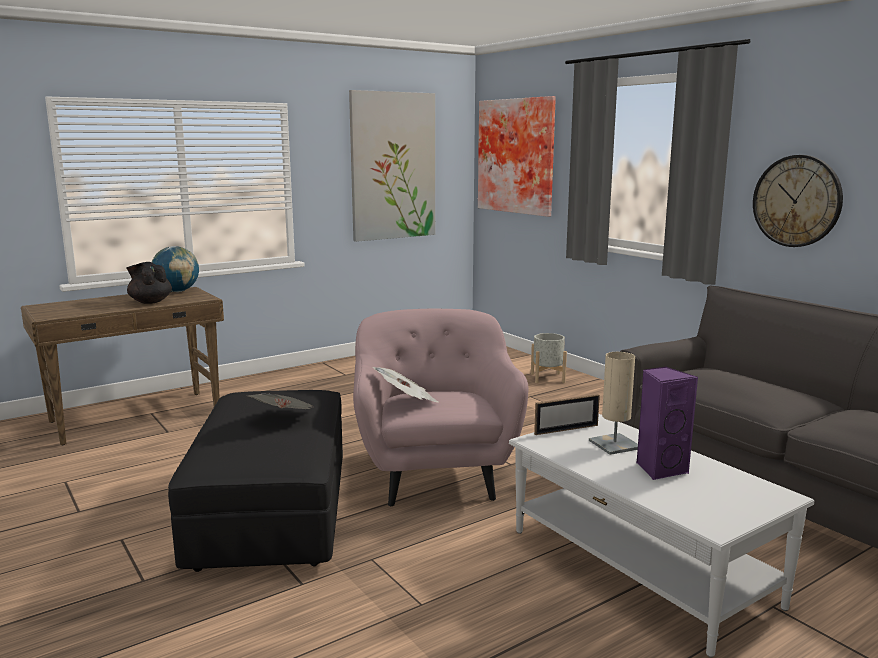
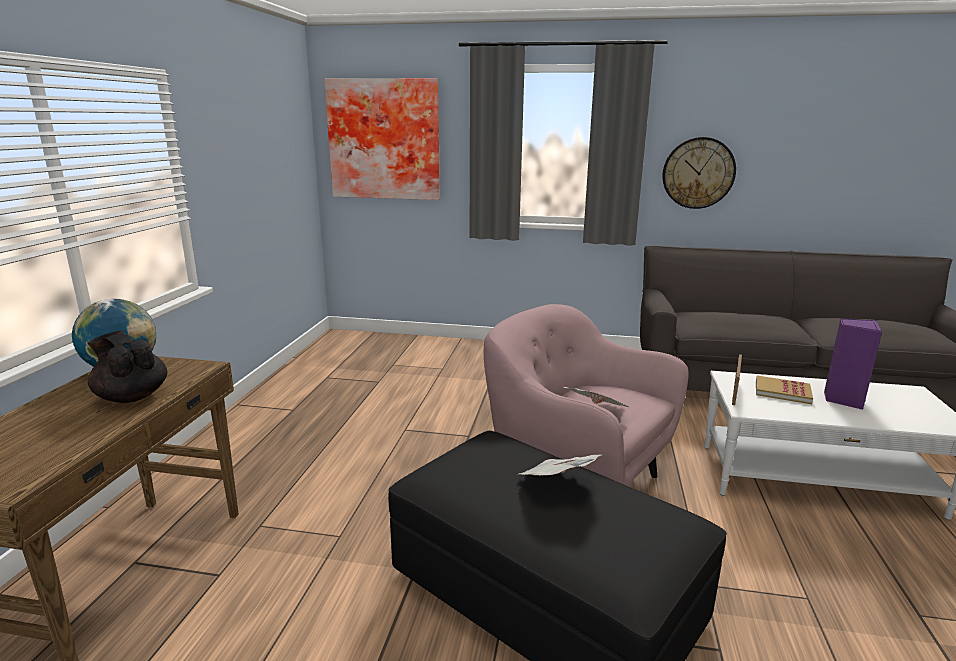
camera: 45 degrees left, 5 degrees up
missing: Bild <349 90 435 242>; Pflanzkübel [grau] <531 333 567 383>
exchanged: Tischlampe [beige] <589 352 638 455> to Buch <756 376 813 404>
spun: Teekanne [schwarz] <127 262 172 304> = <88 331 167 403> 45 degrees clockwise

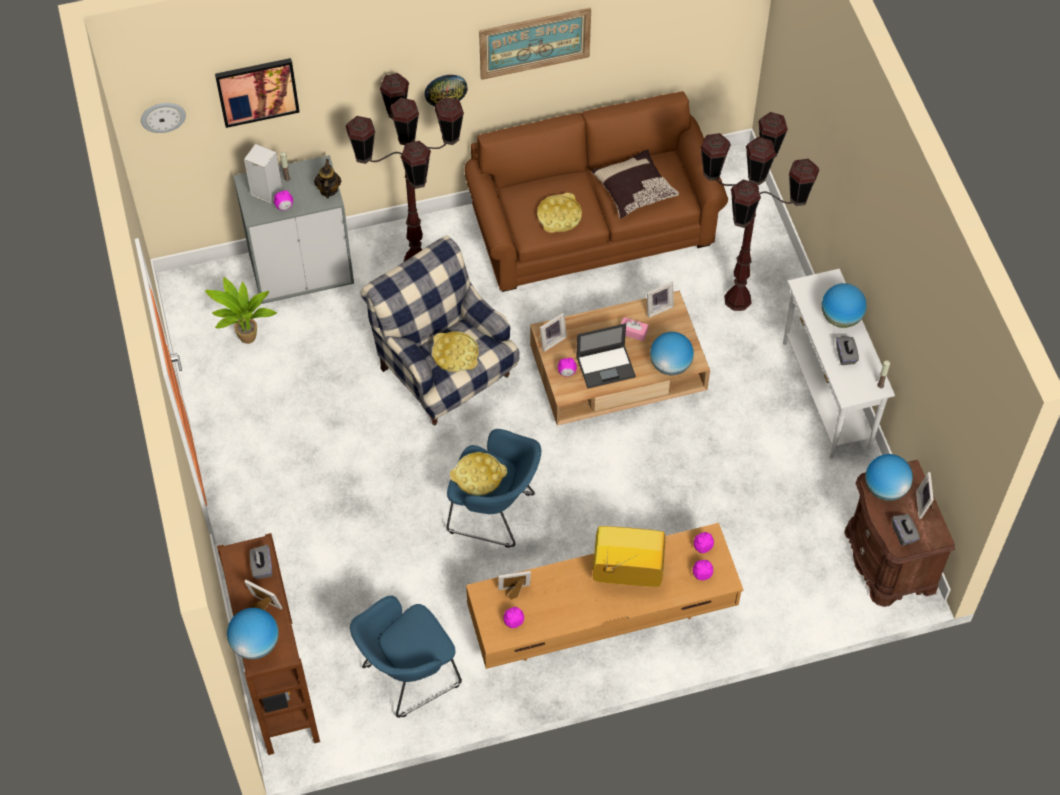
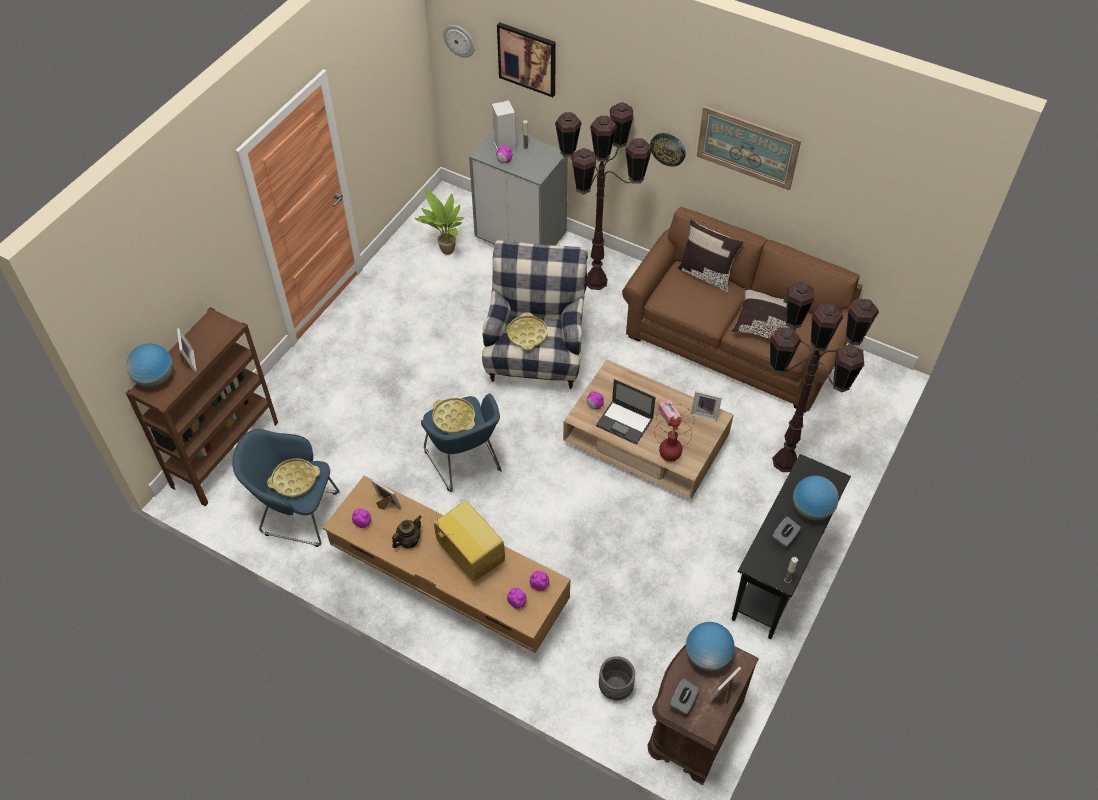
camera: 45 degrees right, 5 degrees down
missing: Taschentuchbox [grau] <249 545 272 579>; Bilderrahmen <540 313 567 352>
appeared: Pflanzkübel [grau] <599 656 635 701>; Kissen <678 220 743 293>
relocated: Tablett [gelb] <537 193 582 233> to <267 458 320 497>; Teekanne <314 159 341 198> to <392 515 422 548>
exchanged: Globus <650 332 694 375> to Tischlampe [rot] <655 404 694 463>
colour: Konsolentisch [weiß] <783 269 895 459> to Konsolentisch [schwarz] <732 454 851 639>

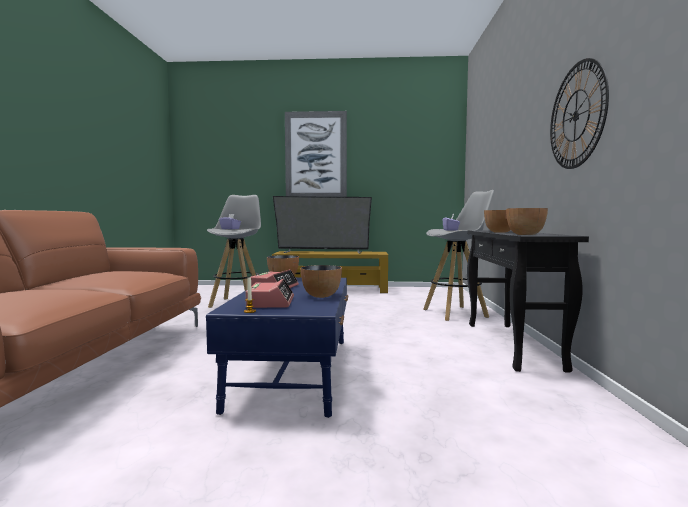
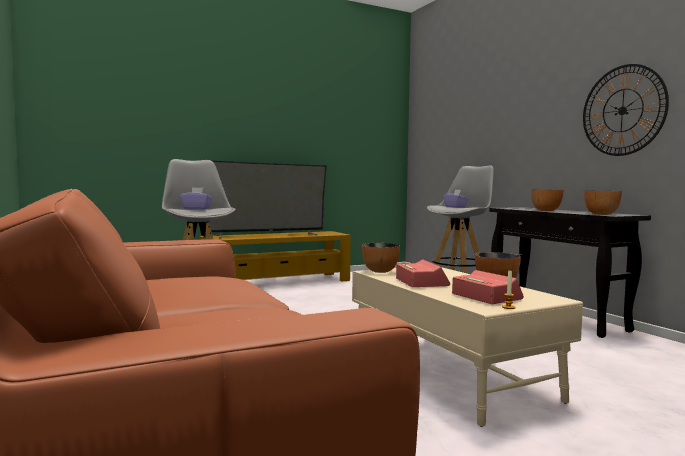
camera: 30 degrees left, 0 degrees up
missing: Bild <285 111 347 197>
colour: Couchtisch [blau] <206 277 348 418> to Couchtisch [beige] <352 267 583 427>

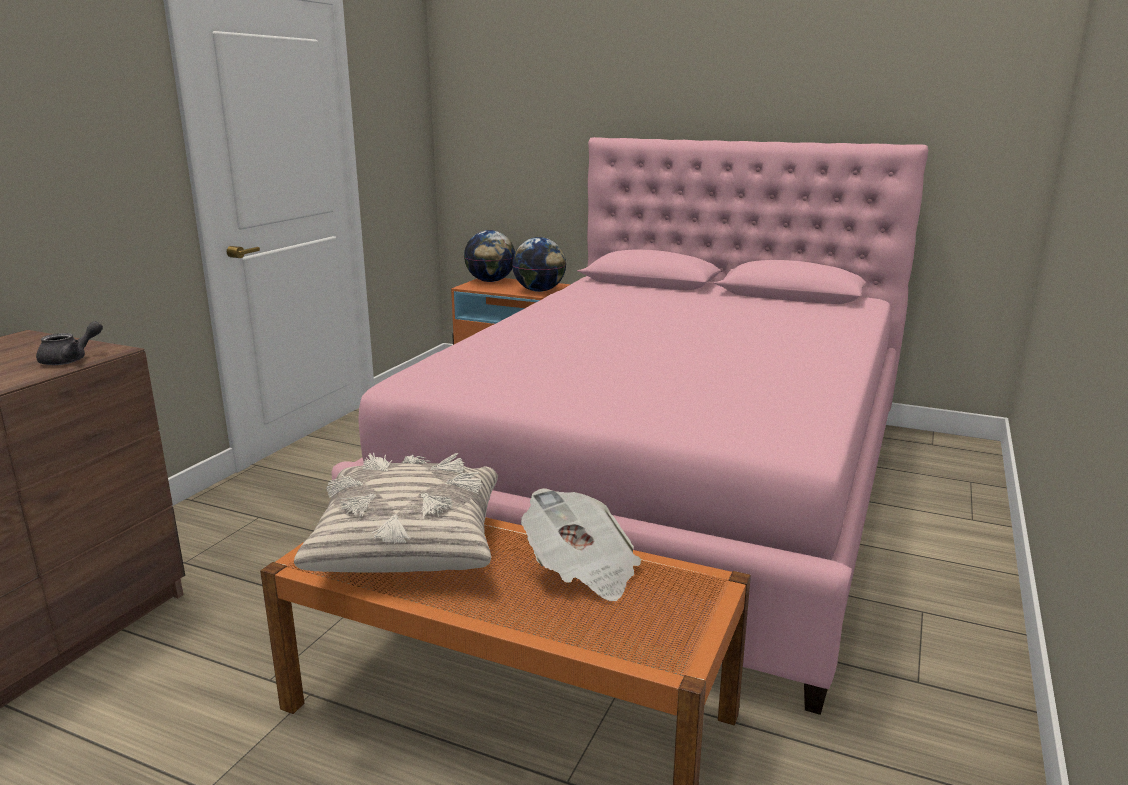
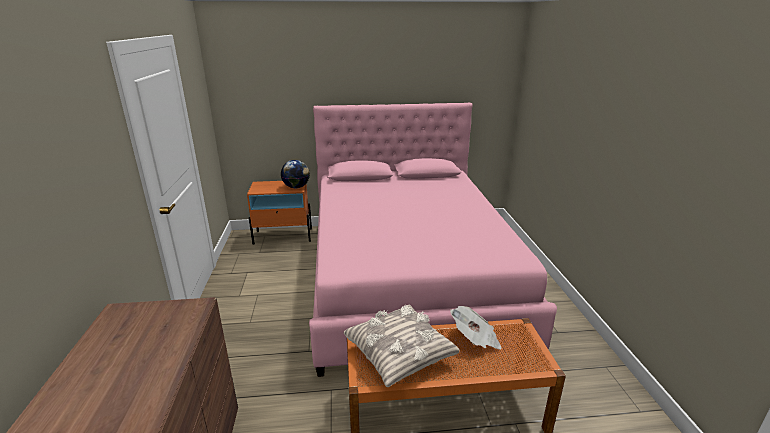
camera: 30 degrees left, 5 degrees up
missing: Teekanne [grau] <36 321 103 365>; Globus <464 230 515 282>

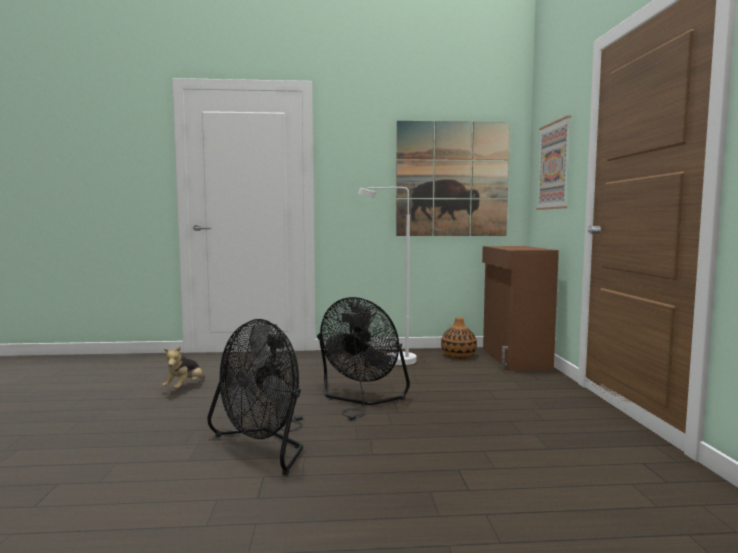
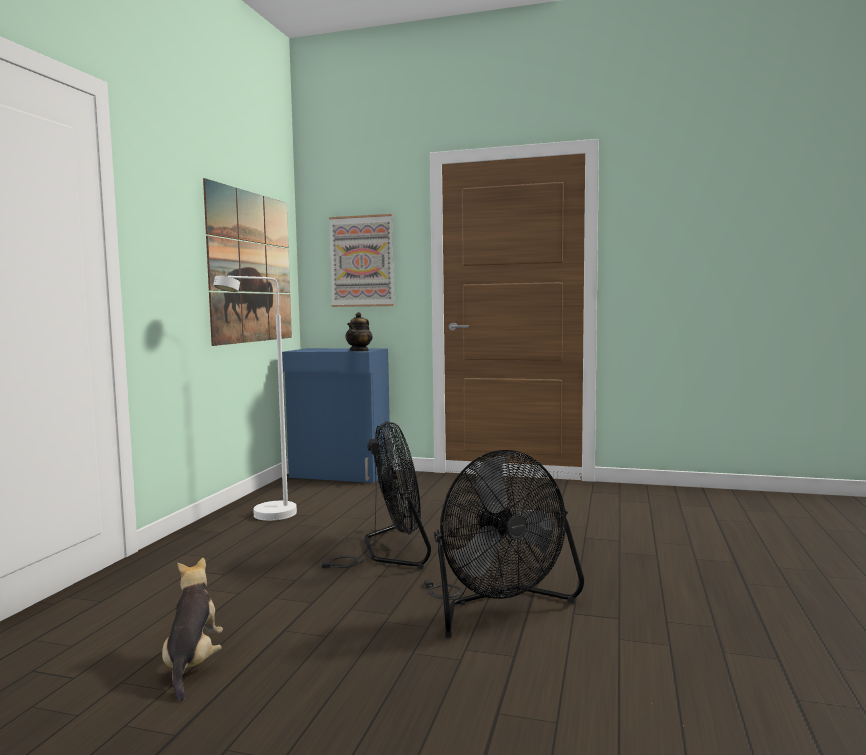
camera: 70 degrees left, 0 degrees up
missing: Vase <441 317 477 358>
appeared: Teekanne <345 312 373 352>
colour: Schrank [braun] <482 246 559 371> to Schrank [blau] <282 348 390 483>
spun: Plüschtier <162 346 205 389> = <162 558 223 701> 135 degrees counterclockwise; Ventilator [schwarz] <317 297 410 421> = <319 421 431 569> 120 degrees clockwise

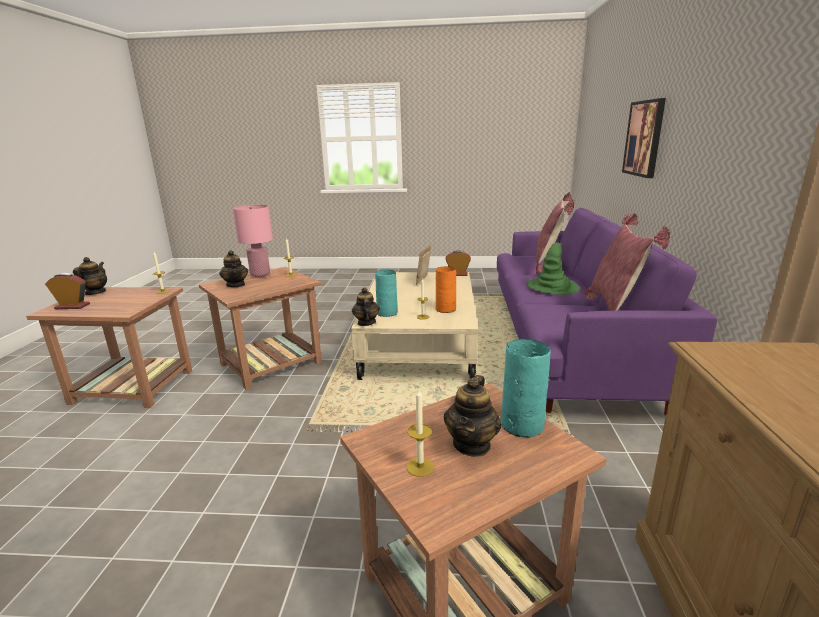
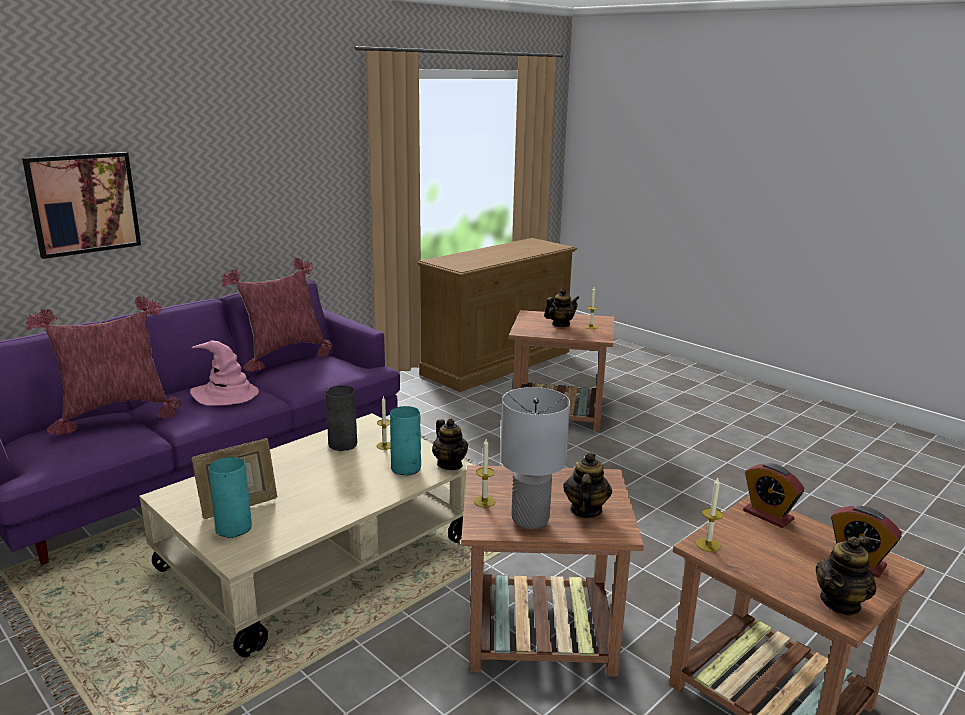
camera: 140 degrees left, 0 degrees up
relocated: Vase [türkis] <501 339 551 438> to <209 457 252 538>; Wecker <446 250 471 276> to <743 463 805 528>
colour: Hut [grün] <527 242 580 295> to Hut [rosa] <190 340 259 406>; Vase [orange] <435 267 456 313> to Vase [grau] <326 386 357 451>; Tischlampe [rosa] <233 205 273 277> to Tischlampe [grau] <500 387 570 529>
spun: Teekanne <352 287 380 326> = <432 419 468 470> 60 degrees counterclockwise

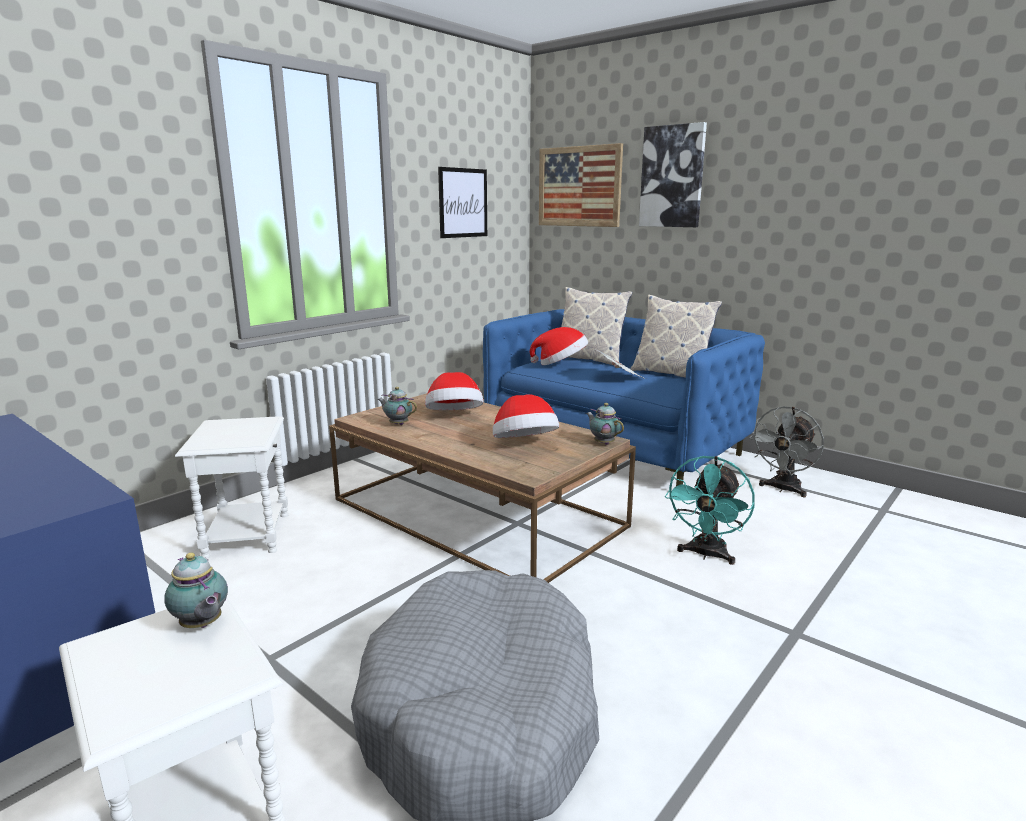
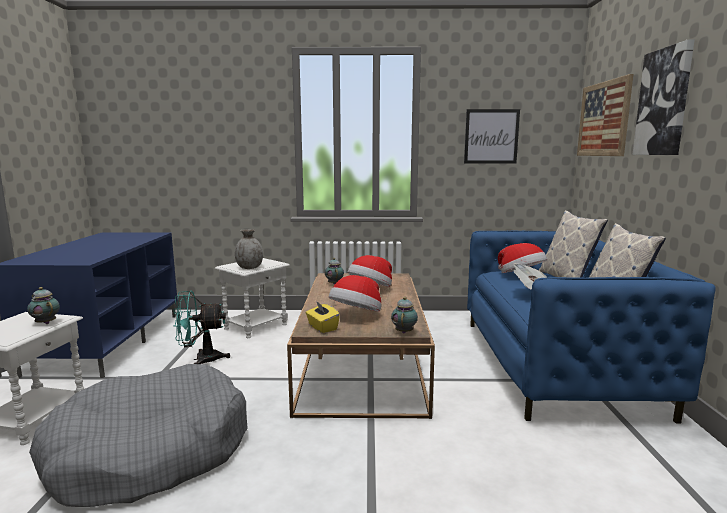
camera: 50 degrees right, 5 degrees down
missing: Ventilator [grau] <749 406 824 497>
appeared: Vase [grau] <235 229 263 269>; Taschentuchbox [gelb] <306 301 340 333>
relocated: Ventilator [türkis] <665 456 755 565> to <173 291 230 364>
spun: Teekanne <164 553 228 628> = <27 287 60 324> 120 degrees clockwise

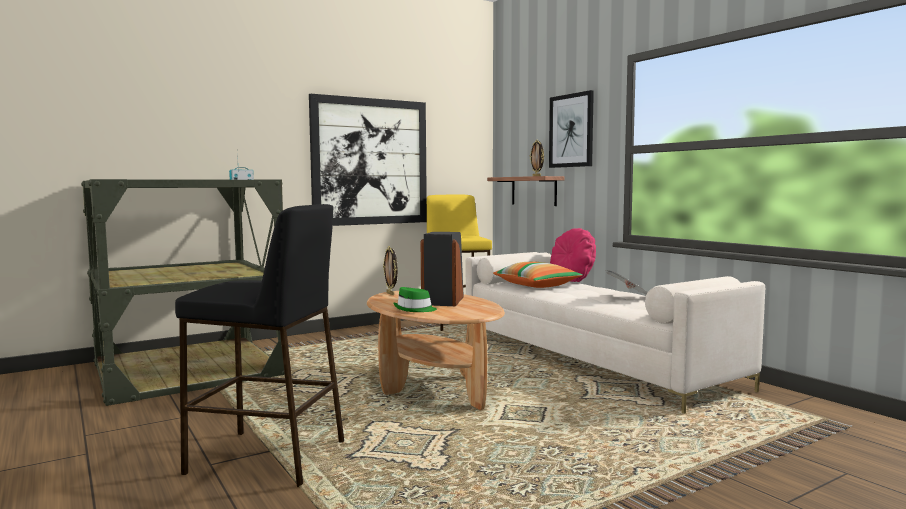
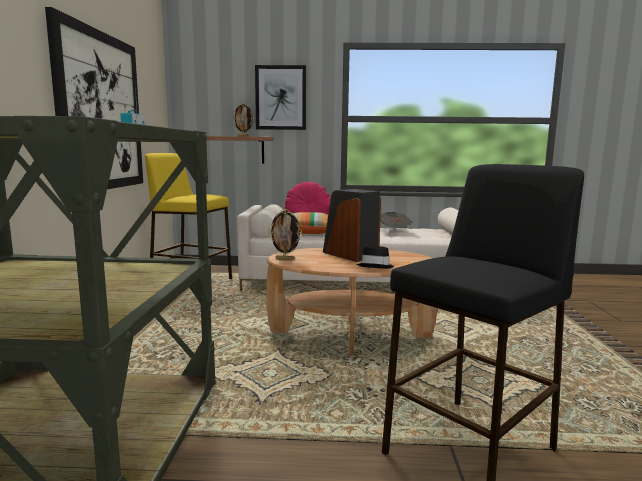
camera: 55 degrees left, 5 degrees up
colour: Hut [grün] <393 287 437 312> to Hut [schwarz] <357 246 394 269>

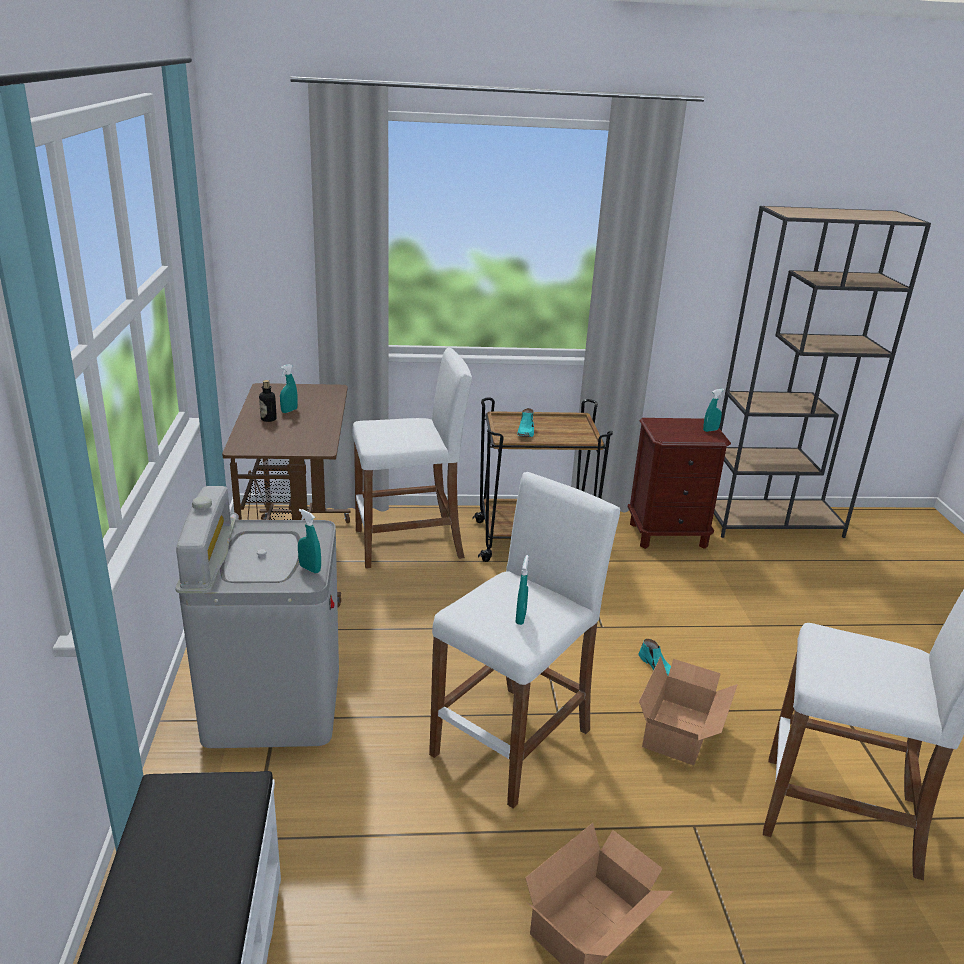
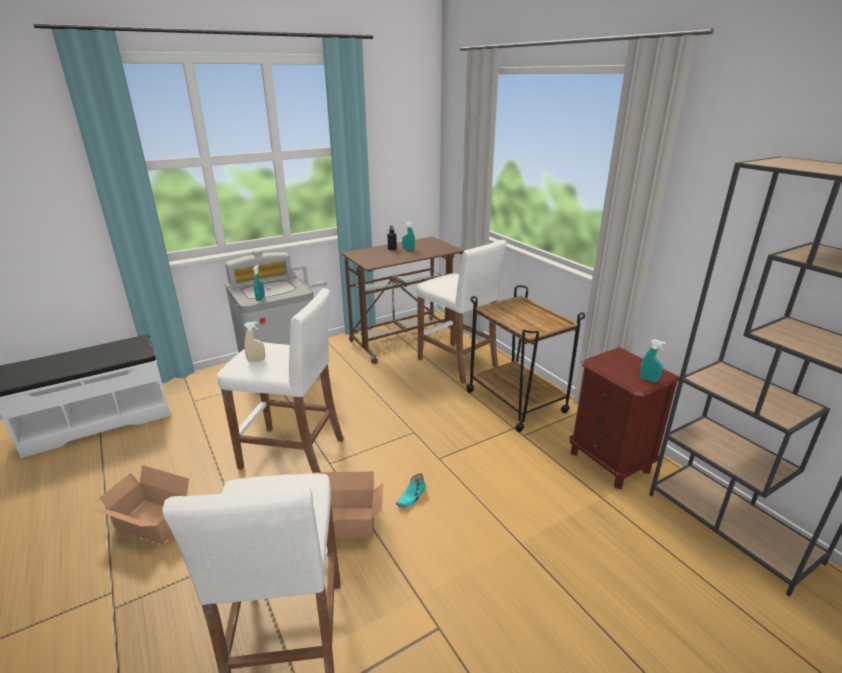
camera: 65 degrees right, 0 degrees up
missing: Schuh [türkis] <517 408 534 437>
colour: Sprühflasche [türkis] <516 555 528 625> to Sprühflasche [beige] <244 322 265 362>

